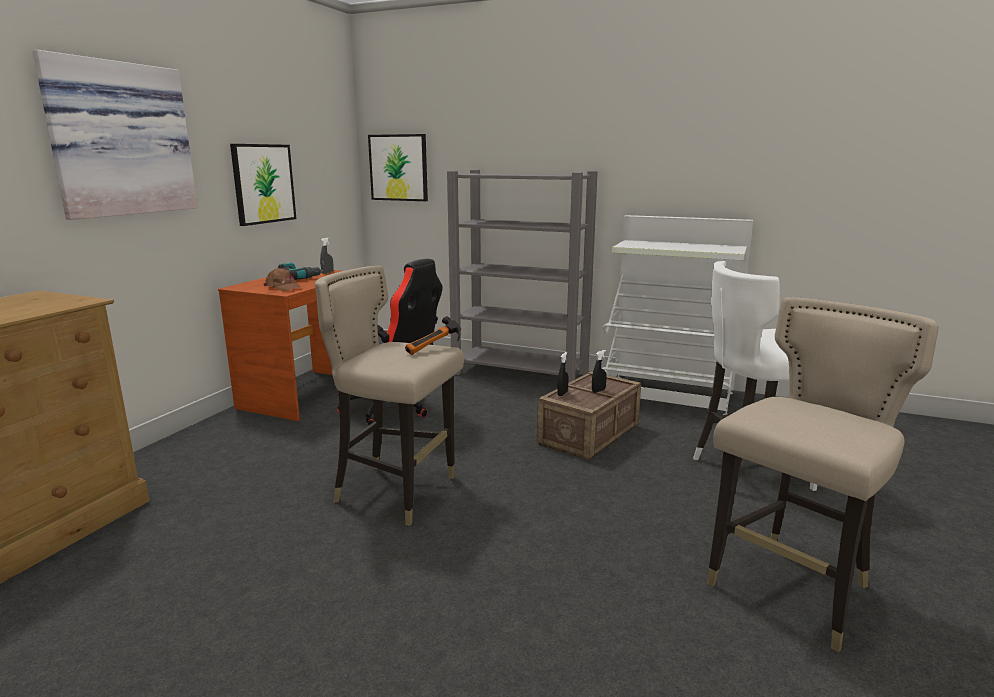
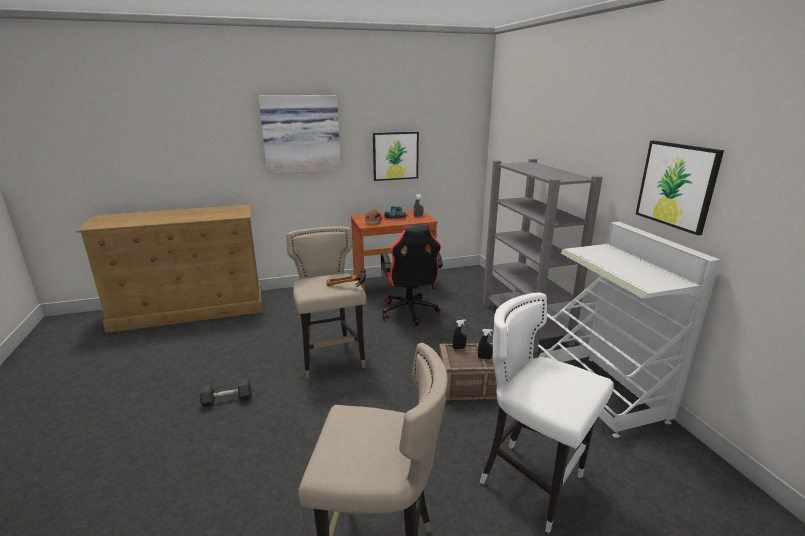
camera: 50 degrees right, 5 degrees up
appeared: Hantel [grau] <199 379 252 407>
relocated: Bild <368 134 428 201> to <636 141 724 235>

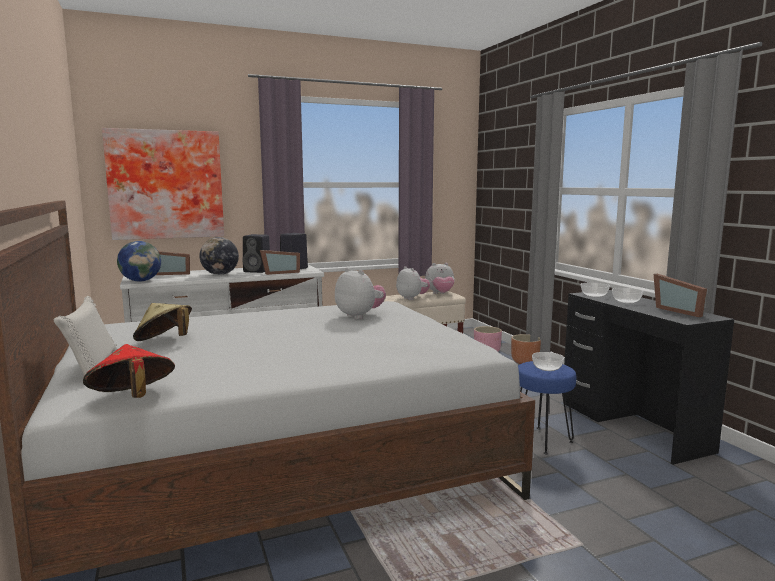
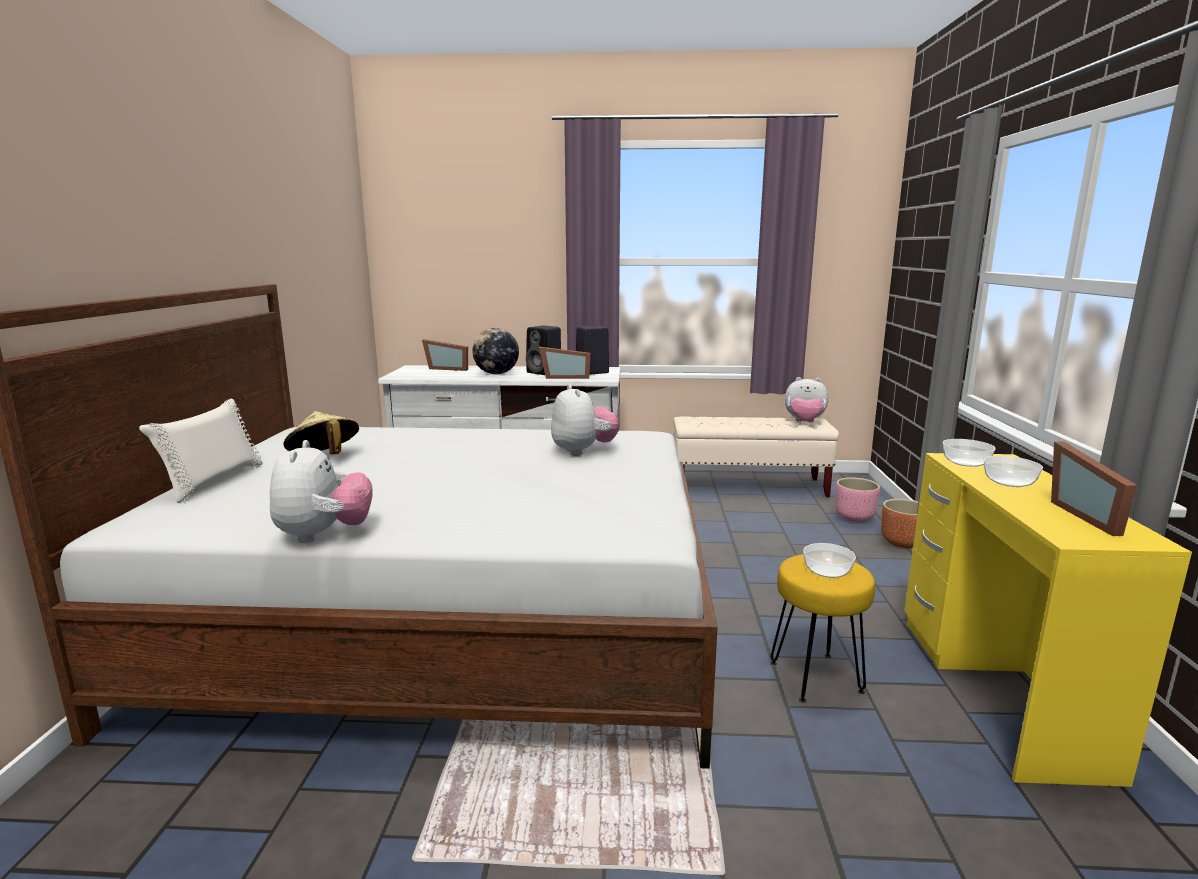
camera: 25 degrees right, 5 degrees up
missing: Hut [rot] <83 344 175 398>; Bild <102 128 224 240>; Globus <117 241 161 281>
relocated: Plüschtier <396 266 430 300> to <270 440 372 543>
colour: Hocker [blau] <518 361 576 454> to Hocker [gelb] <770 554 875 703>; Schreibtisch [schwarz] <564 290 734 465> to Schreibtisch [gelb] <905 453 1192 787>

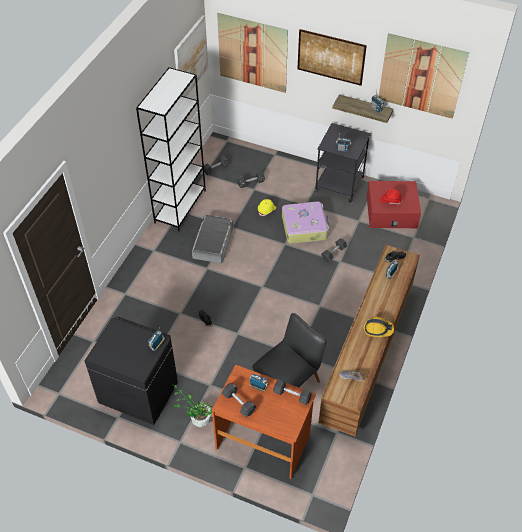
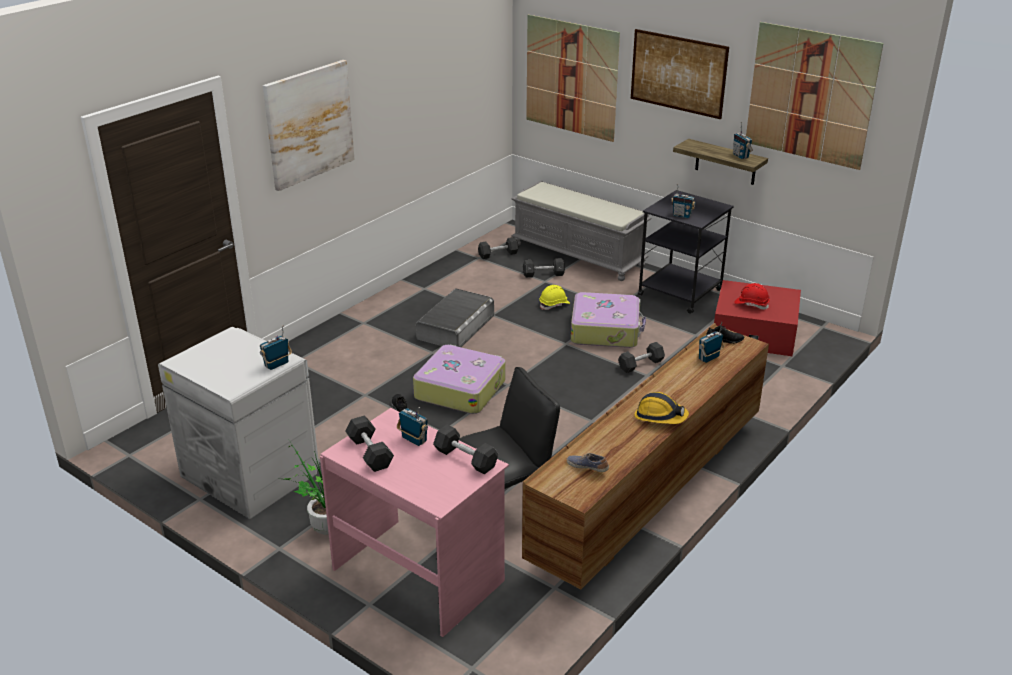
camera: 15 degrees right, 20 degrees down
missing: Bücherregal [weiß] <136 67 206 231>
appeared: Koffer <413 345 506 414>; Bank [grau] <511 181 651 281>
relocated: Bild <174 15 208 97> to <263 60 355 191>
colour: Waschmaschine [schwarz] <85 317 178 425> to Waschmaschine [weiß] <158 327 319 519>; Schreibtisch [braun] <212 365 316 479> to Schreibtisch [rosa] <320 408 509 637>

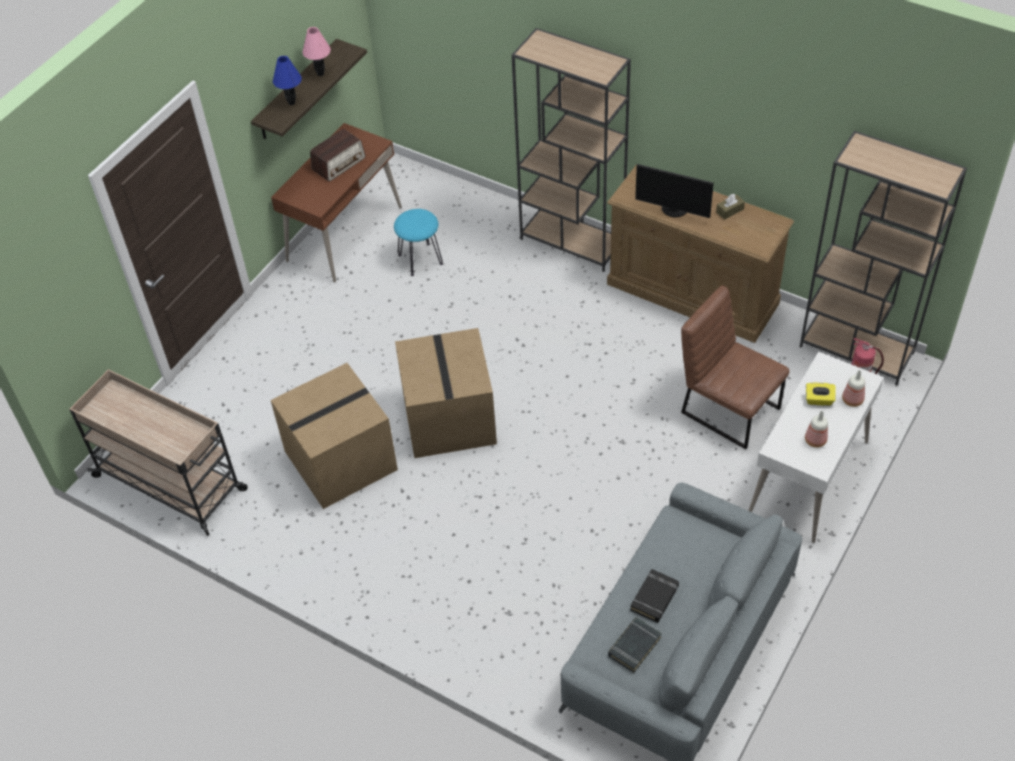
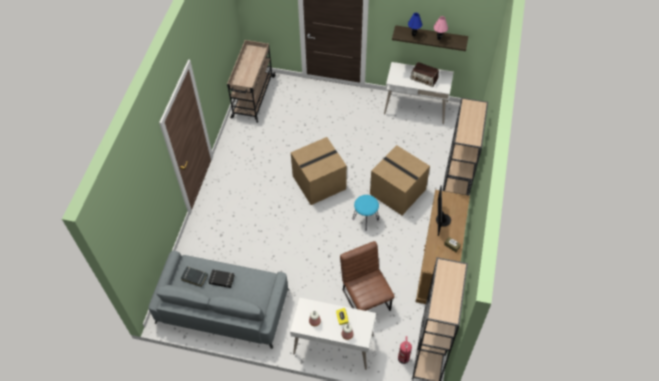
camera: 70 degrees right, 5 degrees up
relocated: Hocker [türkis] <394 209 443 276> to <352 195 379 231>; Karton <271 363 398 509> to <370 145 430 215>
colour: Schreibtisch [braun] <271 123 402 282> to Schreibtisch [weiß] <384 62 454 124>
spun: Stuhl [braun] <681 285 790 449> = <340 241 395 311> 45 degrees counterclockwise

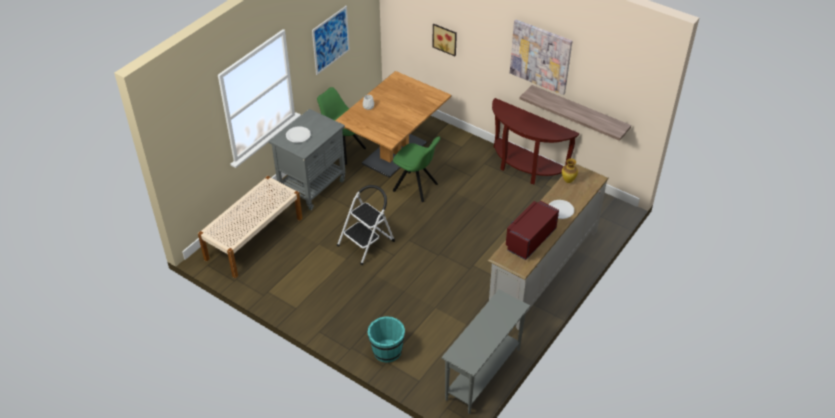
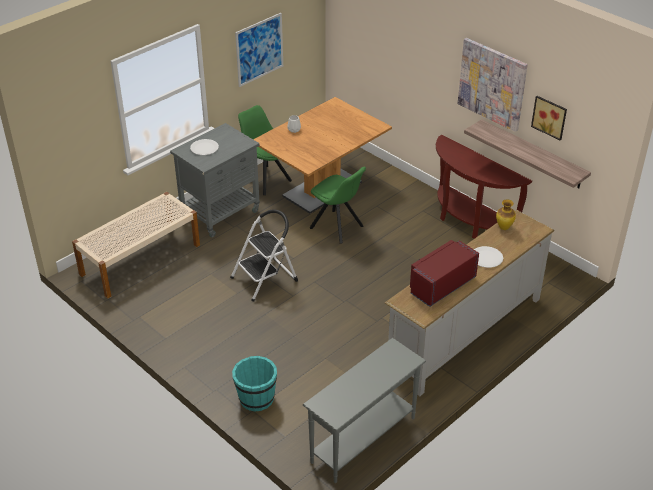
camera: 10 degrees right, 5 degrees down
relocated: Bild <432 24 457 56> to <531 96 567 140>

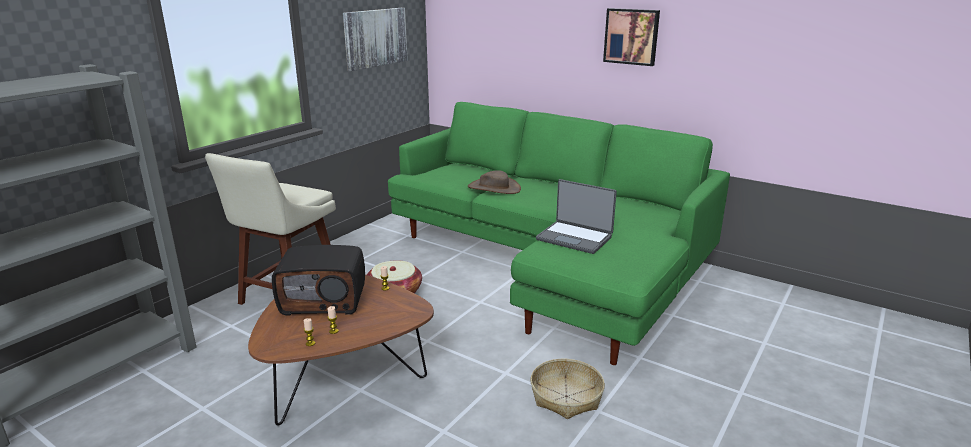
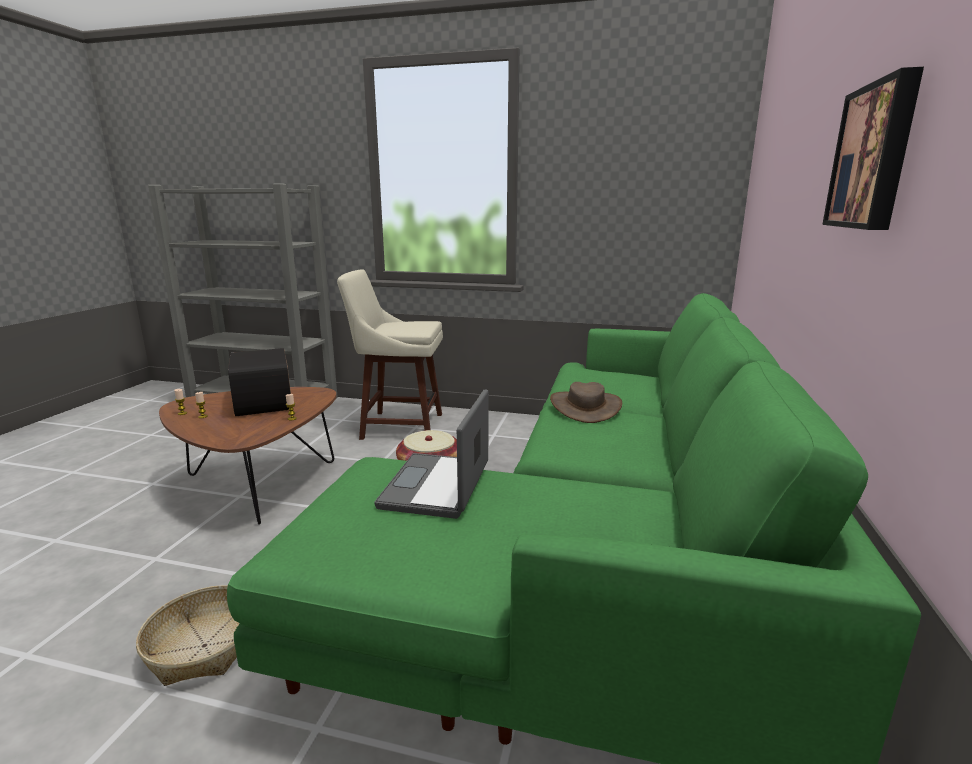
camera: 70 degrees right, 5 degrees down
missing: Bild <343 8 408 71>

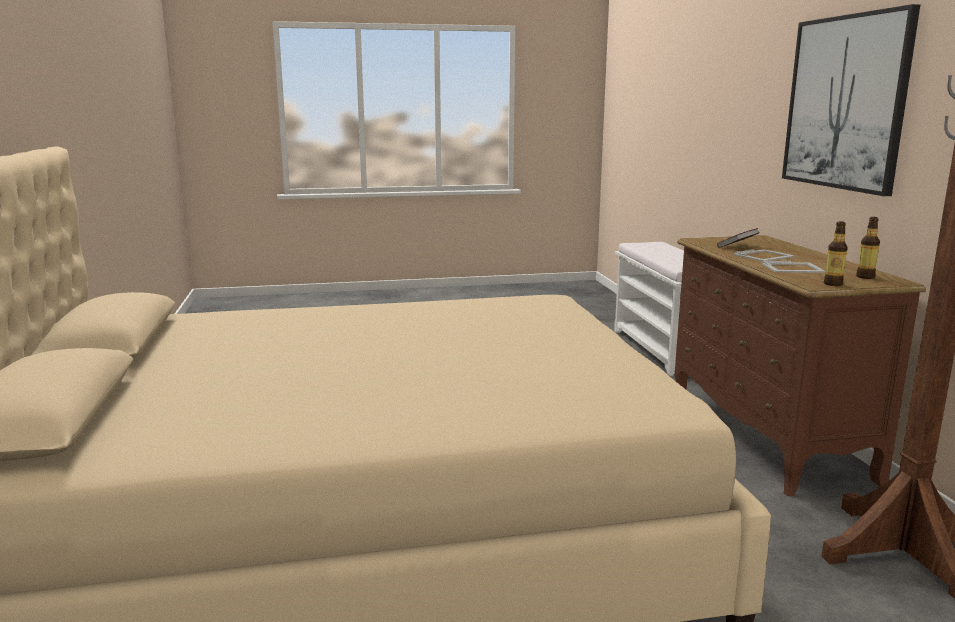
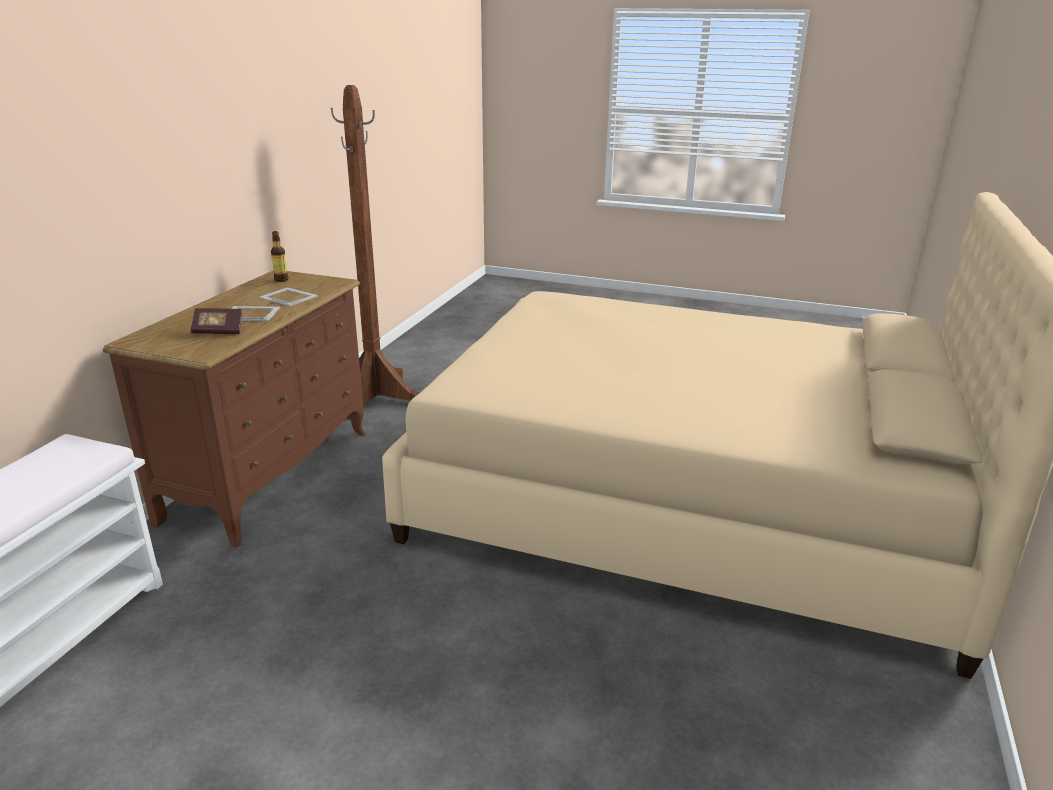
camera: 150 degrees left, 10 degrees up
missing: Bild <782 4 920 196>; Flasche <824 222 848 286>

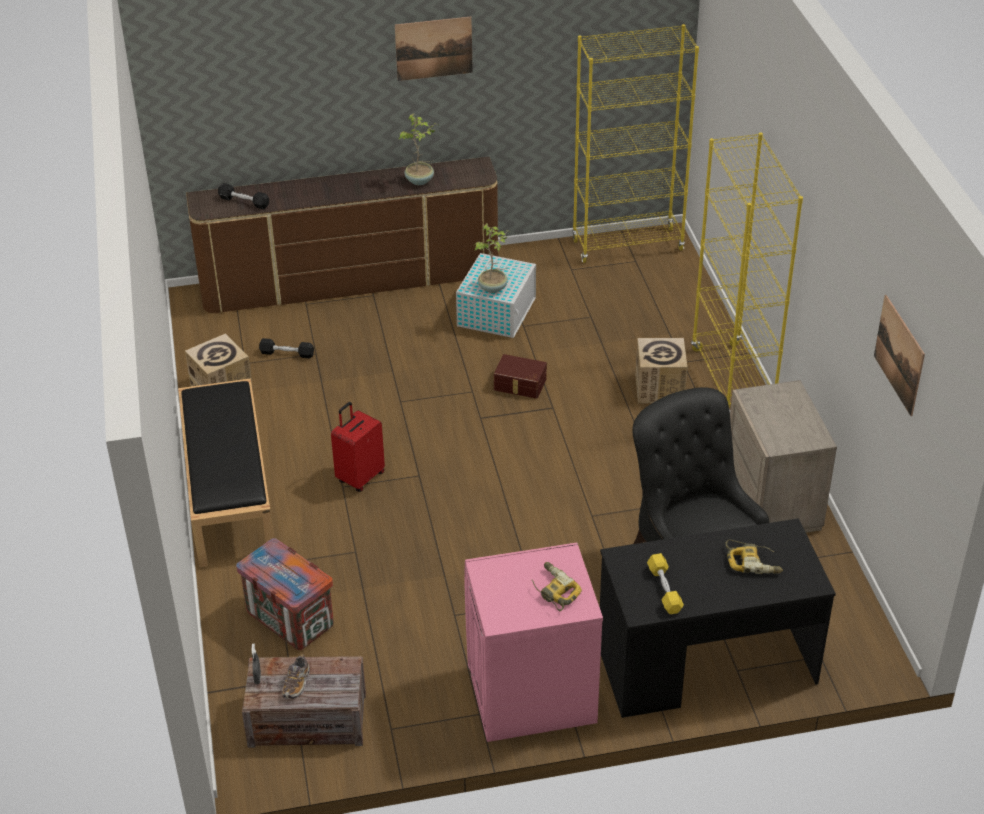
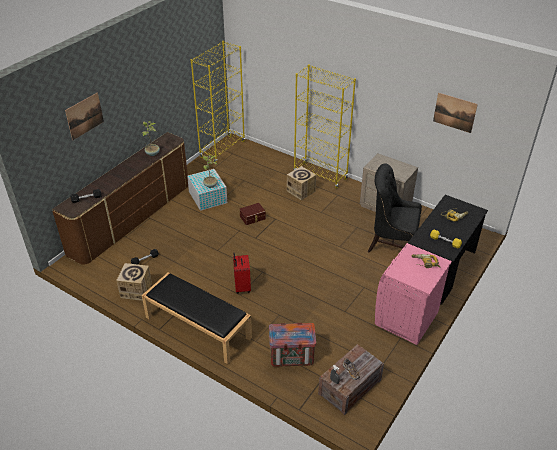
camera: 45 degrees left, 0 degrees up
relocated: Bild <395 17 473 81> to <65 92 104 140>

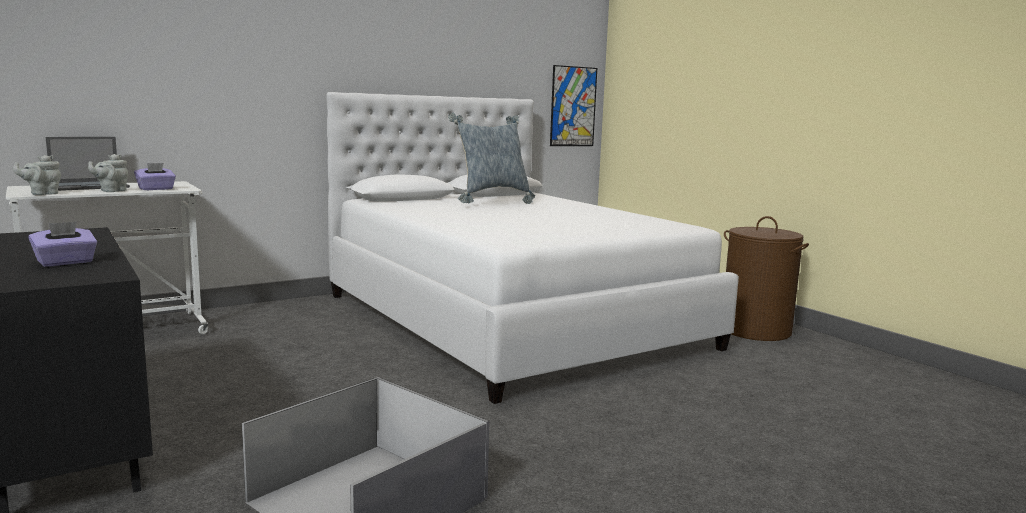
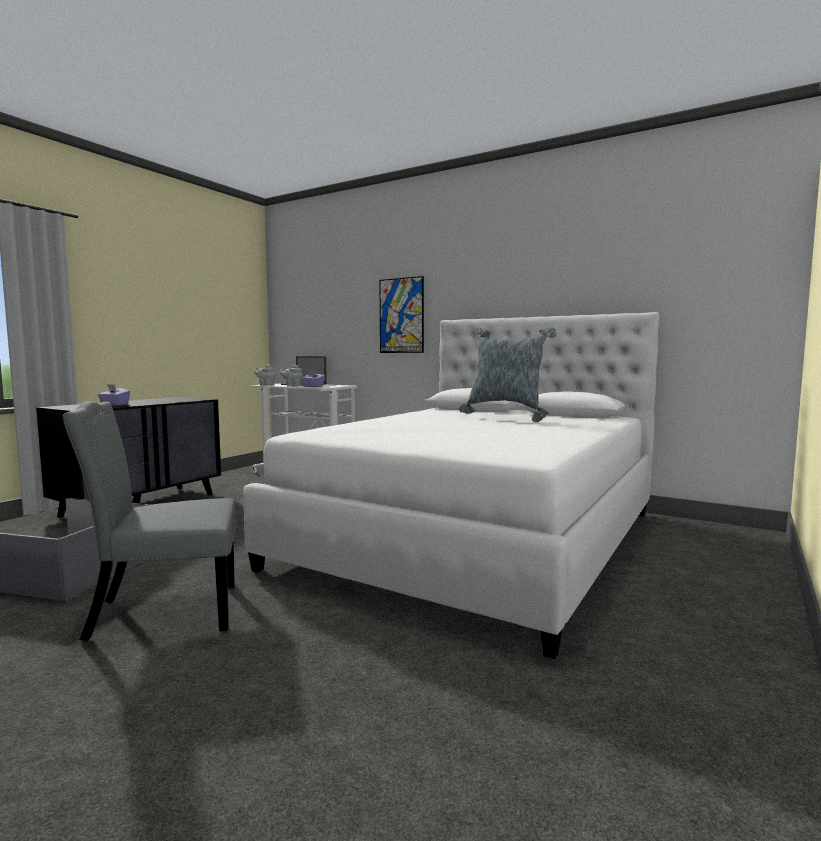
camera: 65 degrees right, 5 degrees down
missing: Wäschekorb [braun] <724 216 809 341>
appeared: Stuhl [grau] <62 401 237 641>
relocated: Bild <550 65 597 146> to <380 276 424 353>

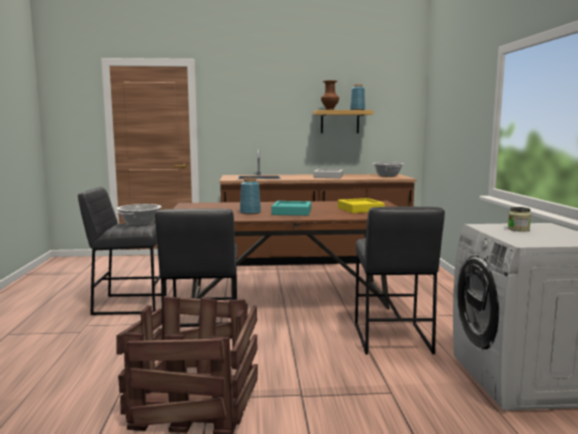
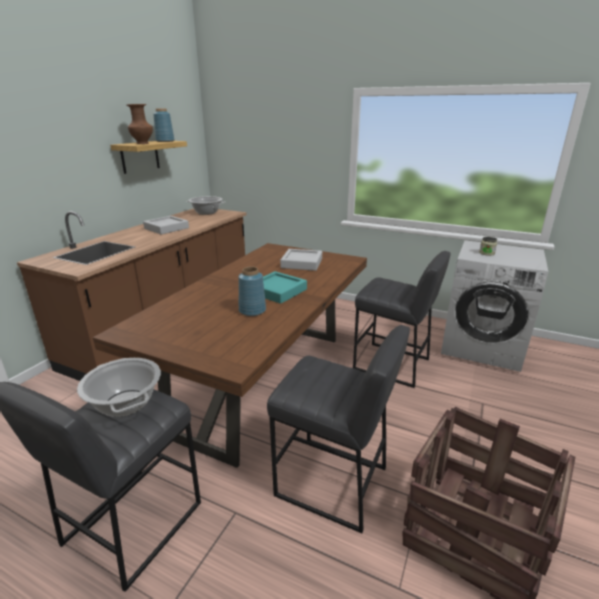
camera: 60 degrees left, 15 degrees up
colour: Tablett [gelb] <338 198 385 213> to Tablett [grau] <280 249 322 271>

